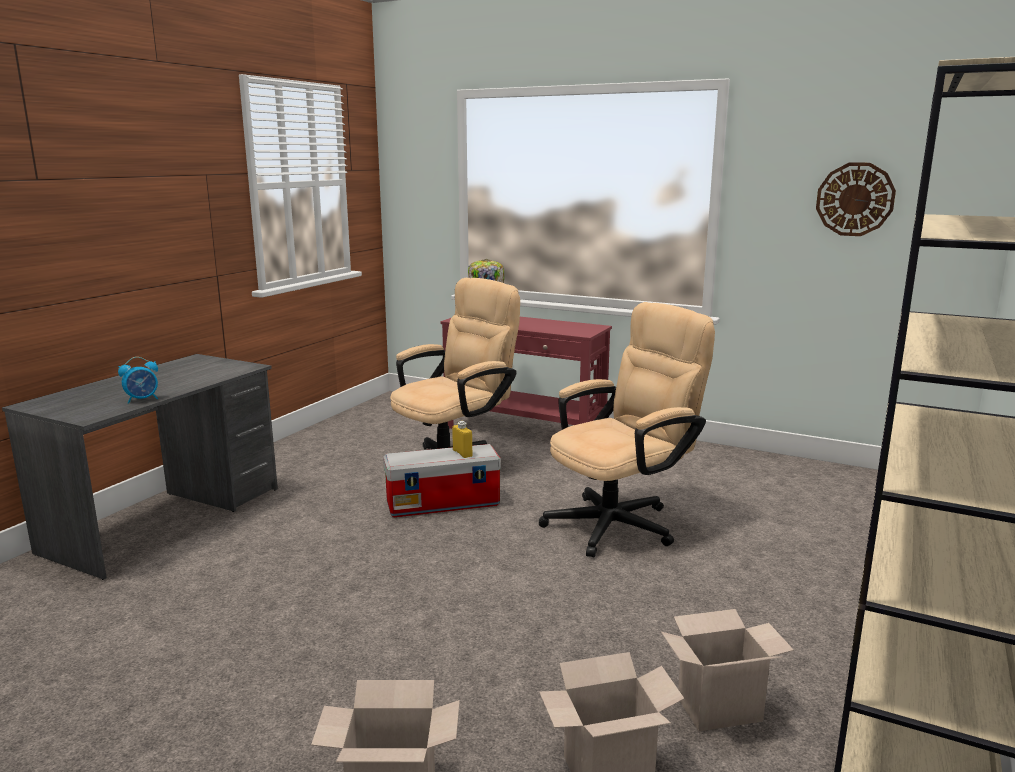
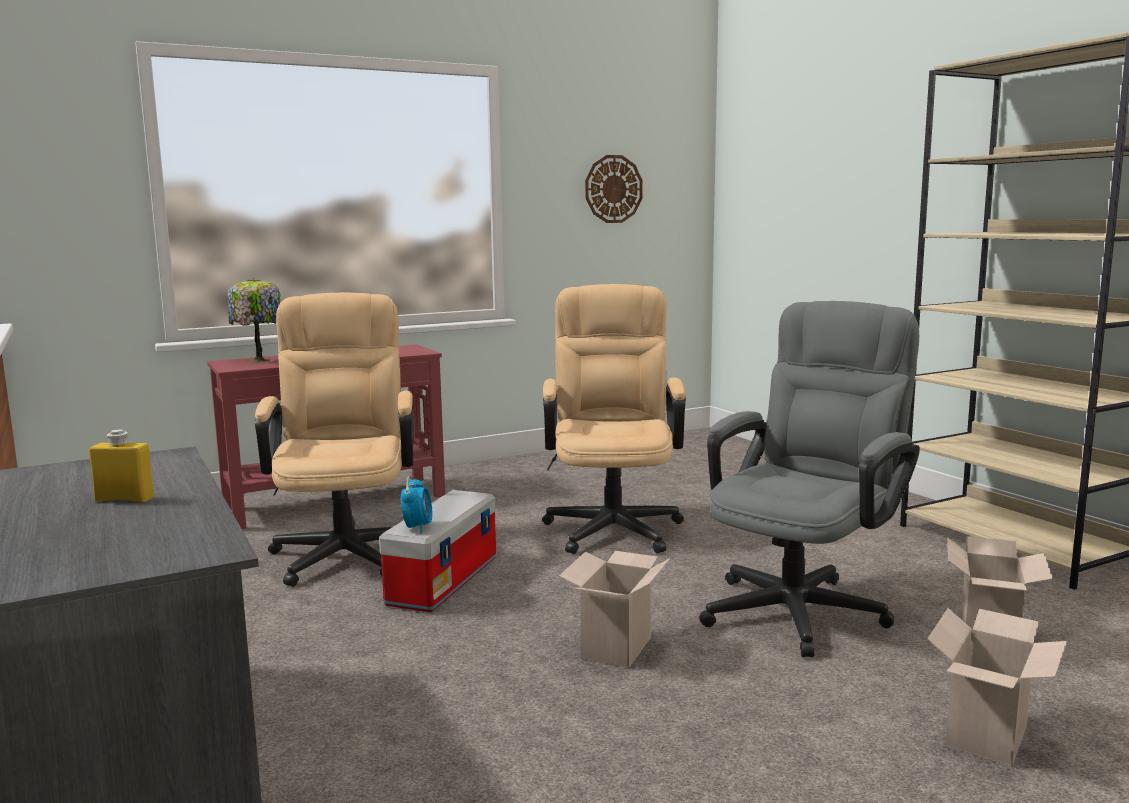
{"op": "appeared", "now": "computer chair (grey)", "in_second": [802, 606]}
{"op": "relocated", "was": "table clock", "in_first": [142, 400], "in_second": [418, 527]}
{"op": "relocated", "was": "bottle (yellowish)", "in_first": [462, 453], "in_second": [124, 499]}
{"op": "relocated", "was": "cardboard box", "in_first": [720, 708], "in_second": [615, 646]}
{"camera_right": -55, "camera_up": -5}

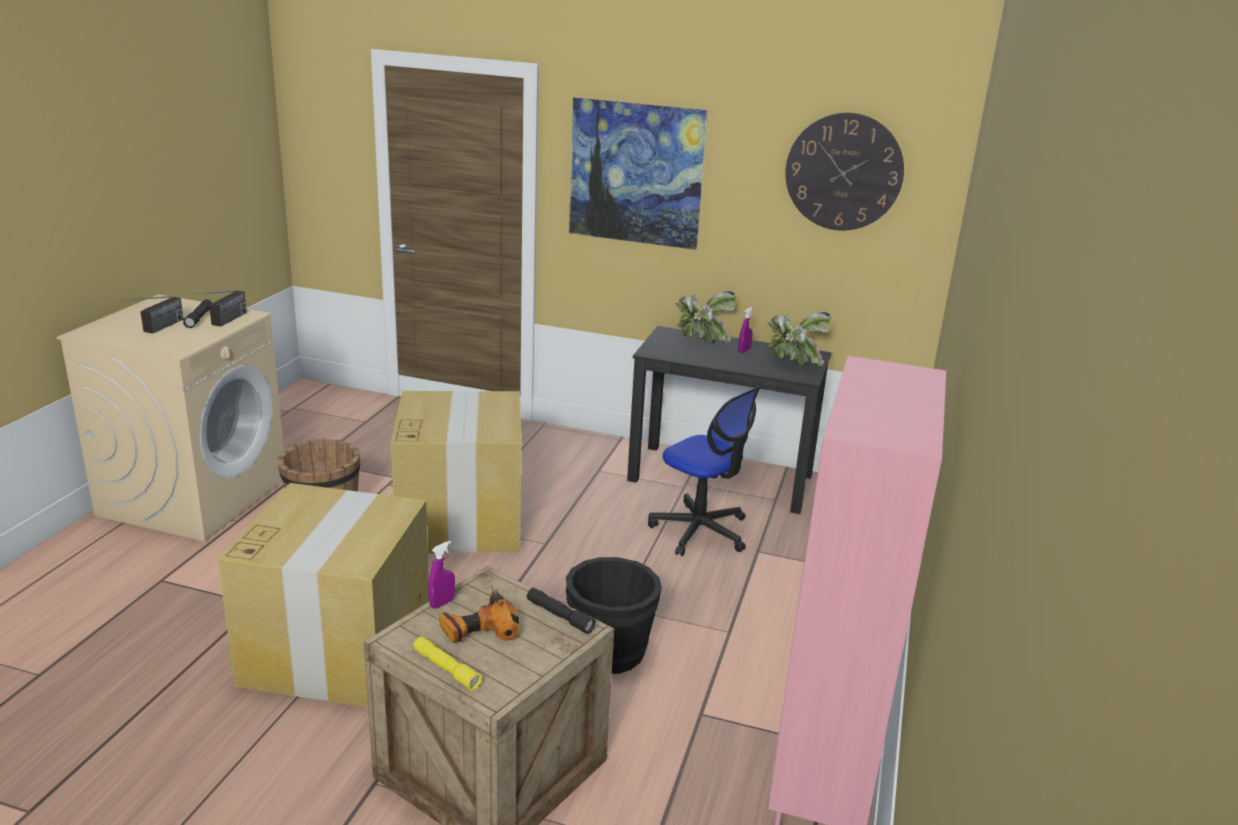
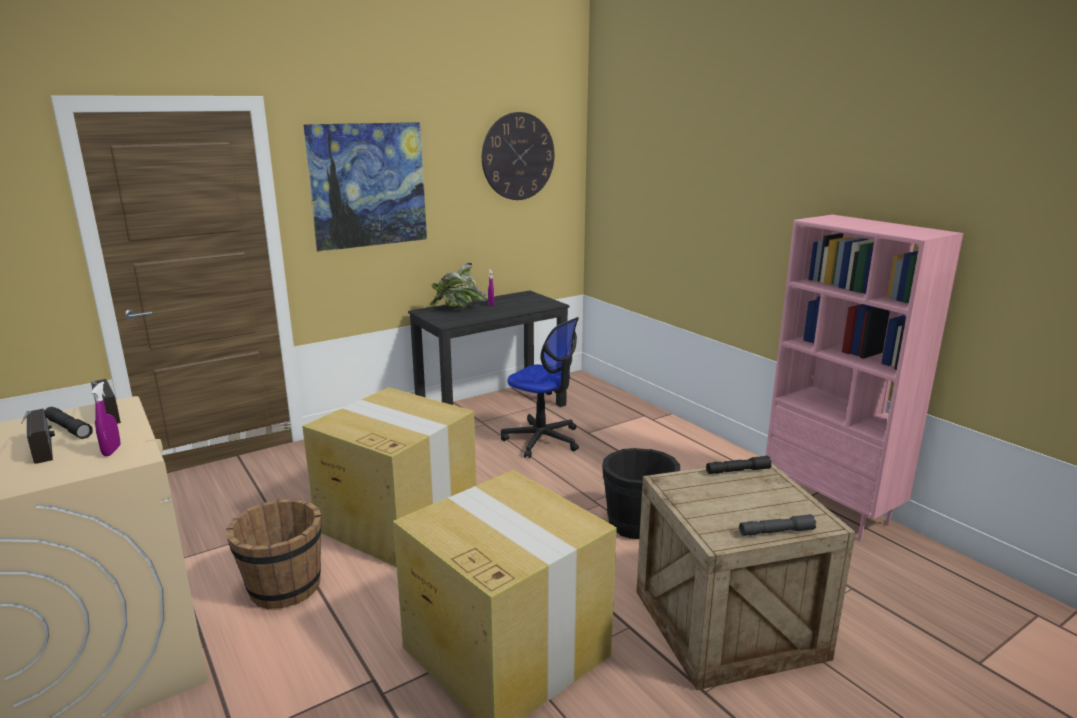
{"op": "missing", "was": "power drill", "in_first": [477, 625]}
{"op": "missing", "was": "plant in a pot", "in_first": [791, 364]}
{"op": "relocated", "was": "spray bottle (purple)", "in_first": [442, 603], "in_second": [111, 451]}
{"op": "colour", "was": "hand torch (yellowish)", "now": "hand torch (grey)", "in_first": [446, 669], "in_second": [776, 532]}
{"op": "spun", "was": "computer chair", "in_first": [700, 531], "in_second": [542, 440], "clockwise": 45}
{"camera_right": -50, "camera_up": -5}

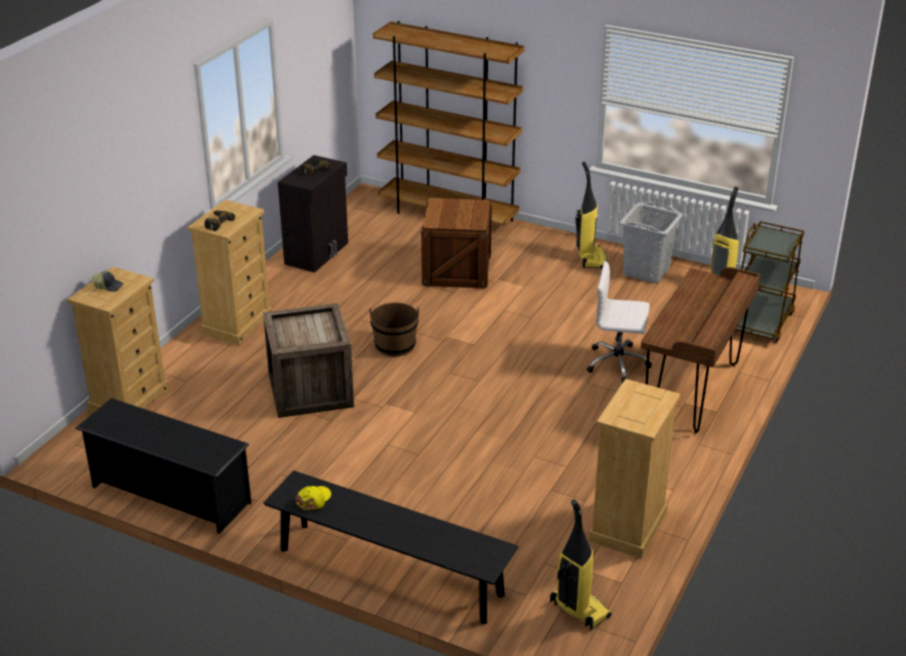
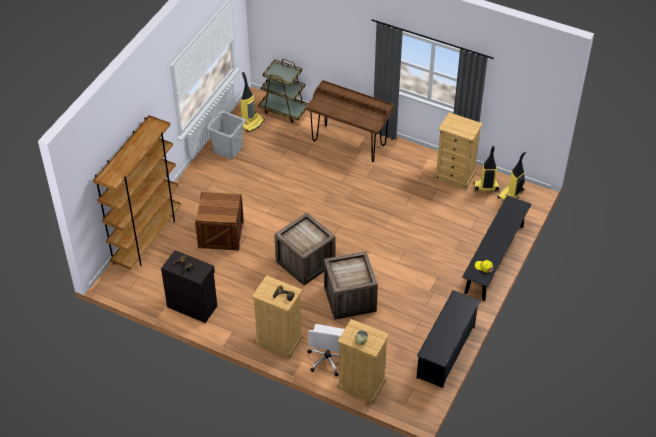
{"op": "relocated", "was": "vacuum", "in_first": [591, 259], "in_second": [485, 187]}
{"op": "relocated", "was": "computer chair (whitish)", "in_first": [618, 363], "in_second": [328, 359]}
{"op": "exchanged", "was": "water bucket (brown-coloured)", "now": "shipping crate", "in_first": [395, 345], "in_second": [304, 262]}
{"camera_right": -90, "camera_up": 15}

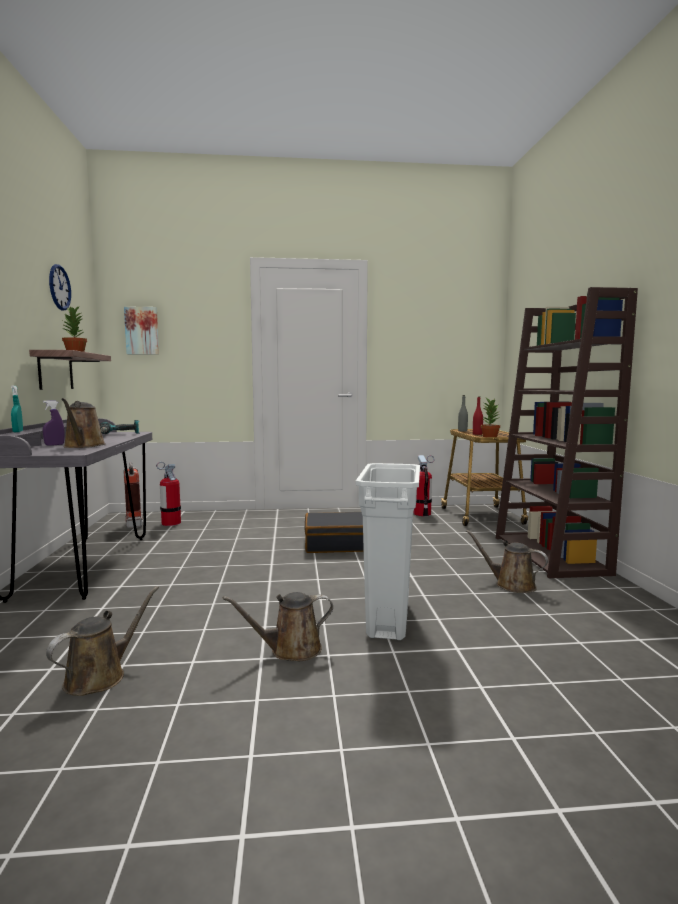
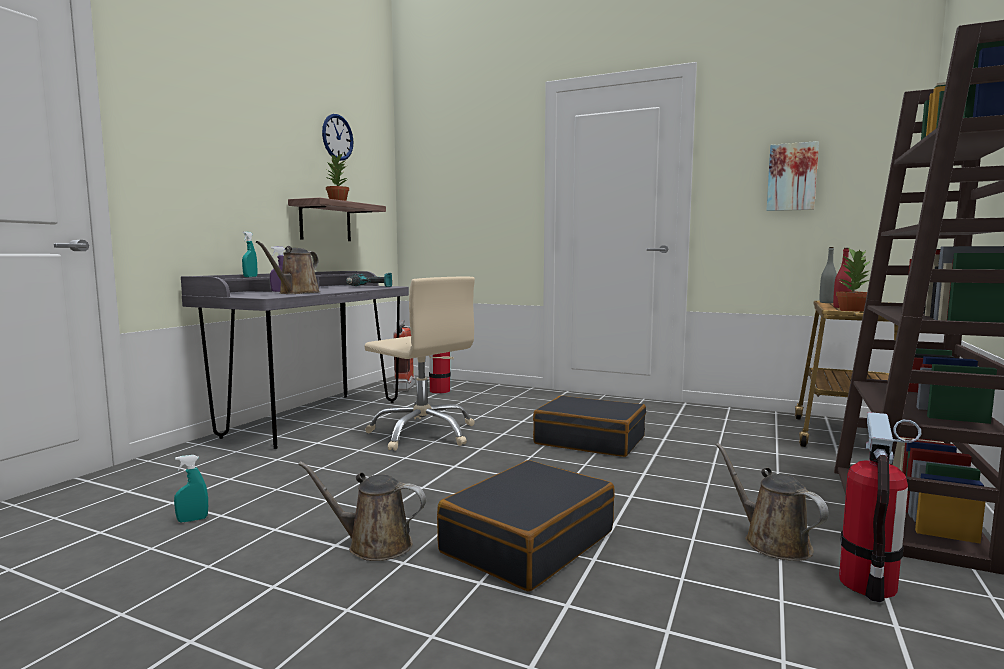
{"op": "appeared", "now": "computer chair (beige)", "in_second": [423, 433]}
{"op": "relocated", "was": "picture", "in_first": [142, 331], "in_second": [792, 177]}
{"op": "relocated", "was": "fire extinguisher", "in_first": [422, 514], "in_second": [868, 584]}
{"op": "exchanged", "was": "sprinkling can (brown-coloured)", "now": "spray bottle (turquoise)", "in_first": [100, 676], "in_second": [192, 520]}
{"op": "exchanged", "was": "trash can (whitish)", "now": "suitcase (black)", "in_first": [388, 619], "in_second": [527, 541]}
{"camera_right": 30, "camera_up": 0}

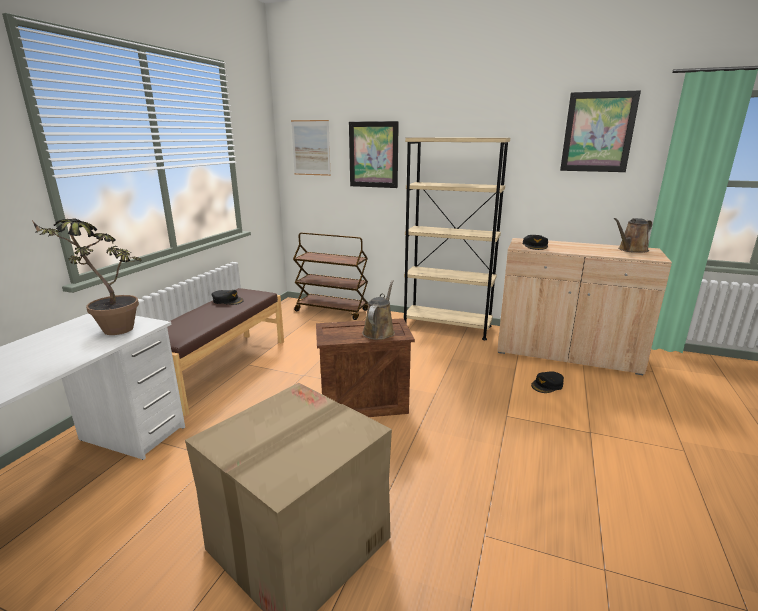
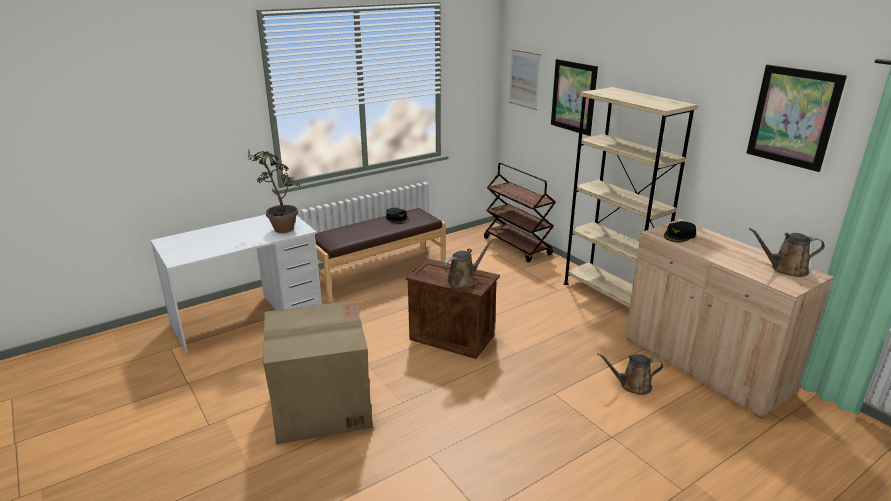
{"op": "exchanged", "was": "peaked cap (black)", "now": "sprinkling can (brown-coloured)", "in_first": [547, 385], "in_second": [632, 385]}
{"camera_right": 35, "camera_up": 5}

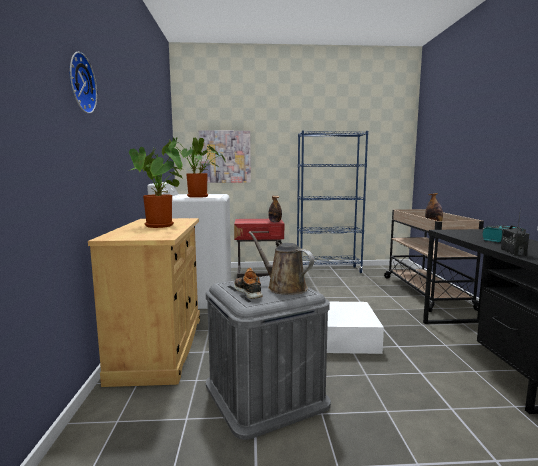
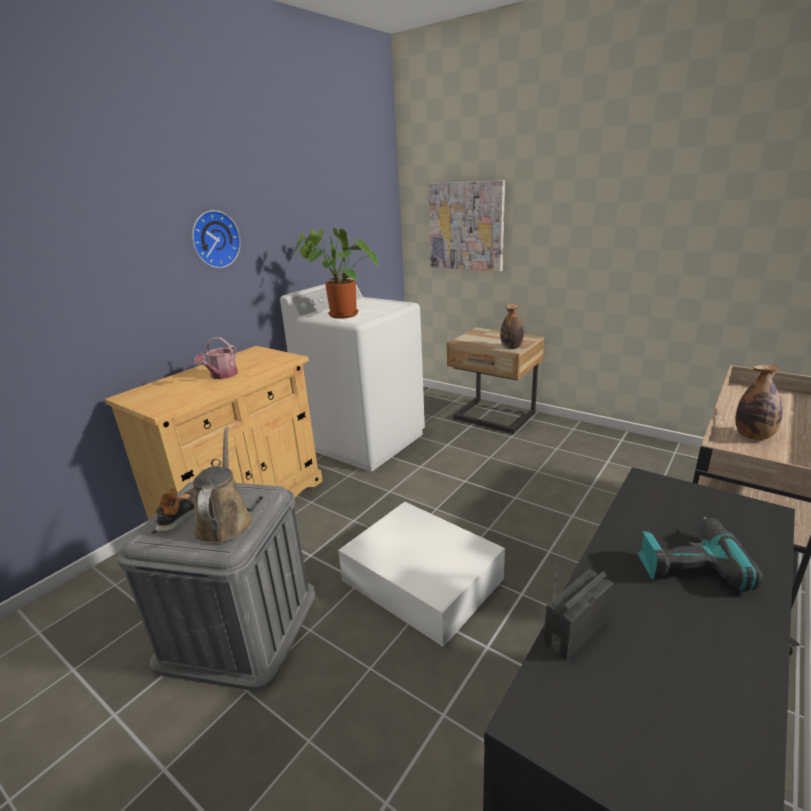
{"op": "missing", "was": "shelving unit (bluish)", "in_first": [328, 270]}
{"op": "relocated", "was": "clock on the wall", "in_first": [79, 83], "in_second": [214, 239]}
{"op": "exchanged", "was": "plant in a pot", "now": "sprinkling can", "in_first": [161, 226], "in_second": [222, 376]}
{"op": "colour", "was": "night table (red)", "now": "night table (beige)", "in_first": [259, 273], "in_second": [493, 418]}
{"camera_right": 40, "camera_up": 15}

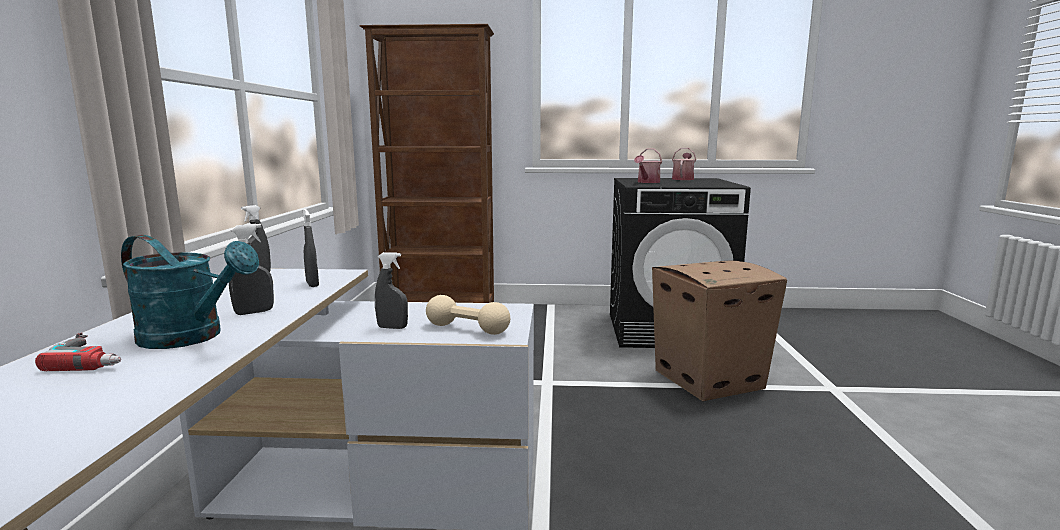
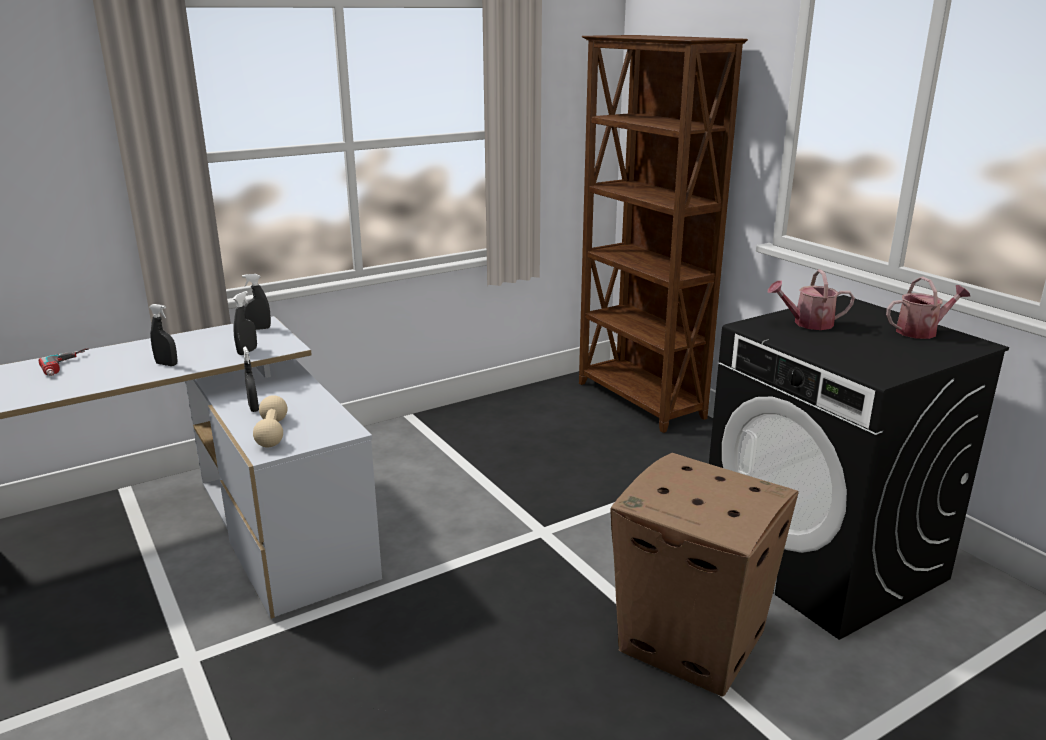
{"op": "missing", "was": "sprinkling can (turquoise)", "in_first": [191, 337]}
{"camera_right": 55, "camera_up": 10}

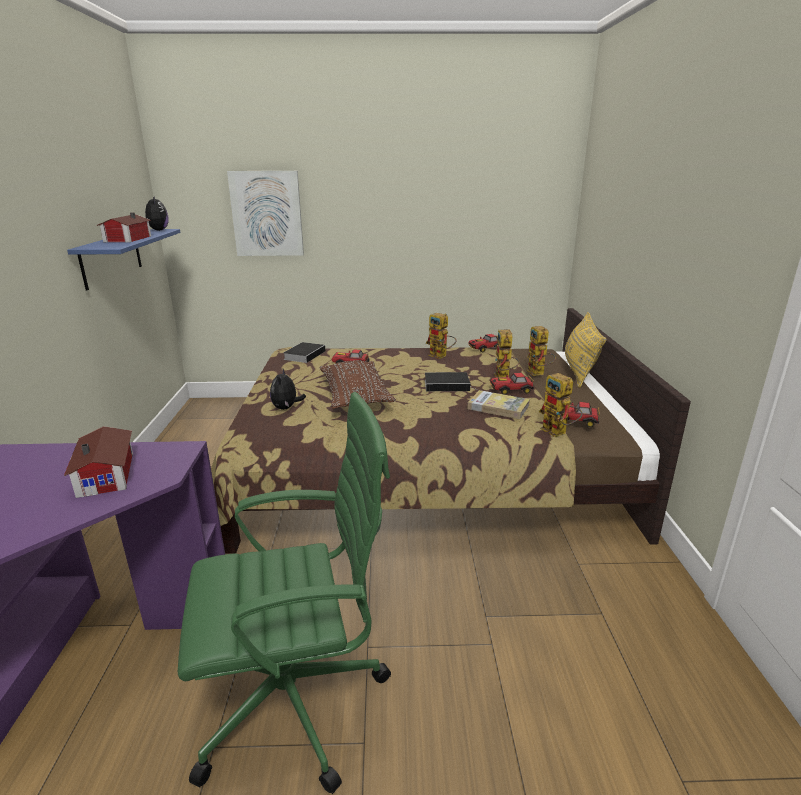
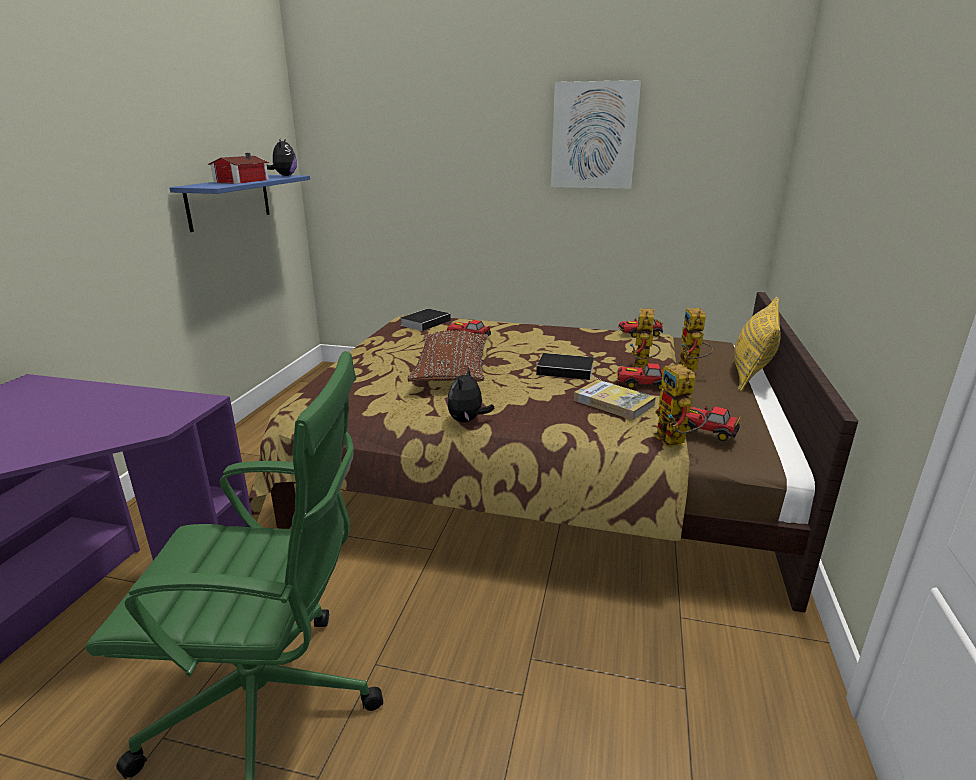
{"op": "missing", "was": "toy house", "in_first": [108, 472]}
{"op": "missing", "was": "model robot", "in_first": [441, 356]}
{"op": "relocated", "was": "picture", "in_first": [267, 214], "in_second": [594, 136]}
{"op": "relocated", "was": "plush toy", "in_first": [286, 408], "in_second": [467, 421]}
{"camera_right": 15, "camera_up": 0}

